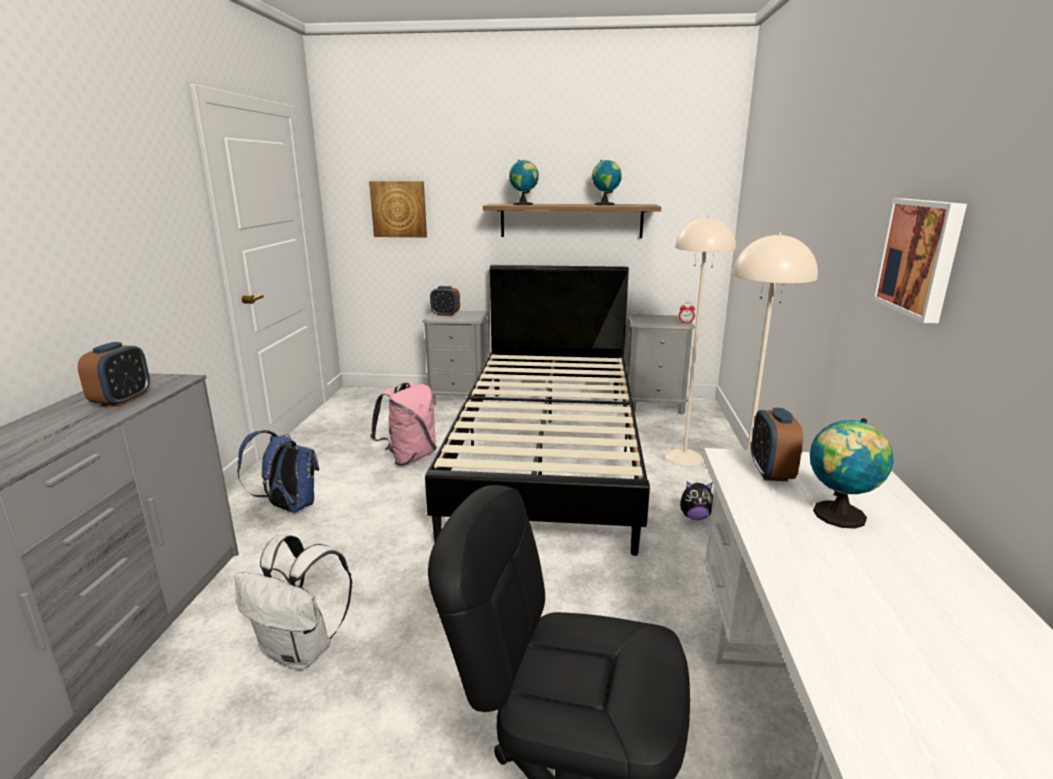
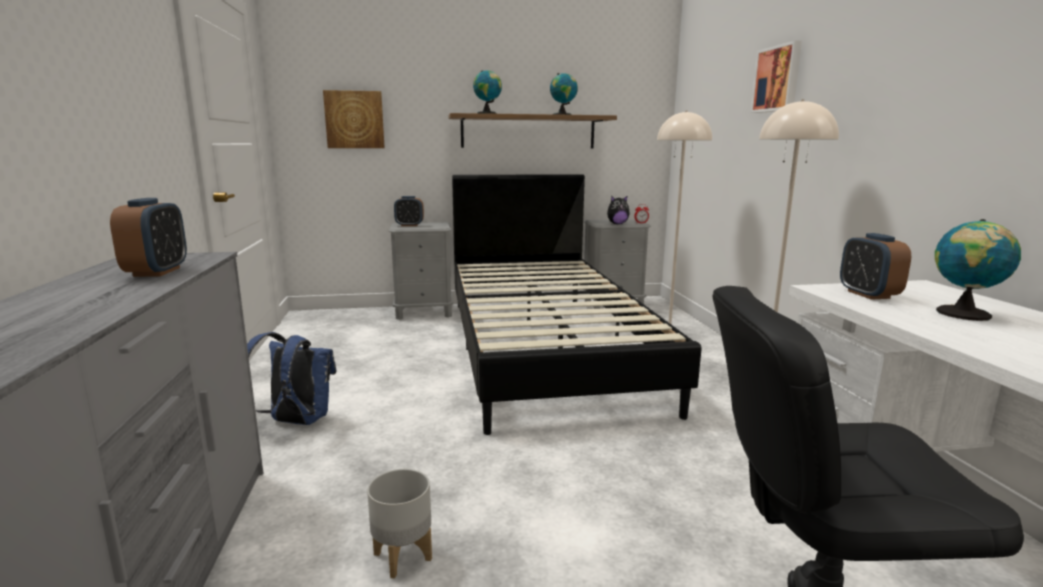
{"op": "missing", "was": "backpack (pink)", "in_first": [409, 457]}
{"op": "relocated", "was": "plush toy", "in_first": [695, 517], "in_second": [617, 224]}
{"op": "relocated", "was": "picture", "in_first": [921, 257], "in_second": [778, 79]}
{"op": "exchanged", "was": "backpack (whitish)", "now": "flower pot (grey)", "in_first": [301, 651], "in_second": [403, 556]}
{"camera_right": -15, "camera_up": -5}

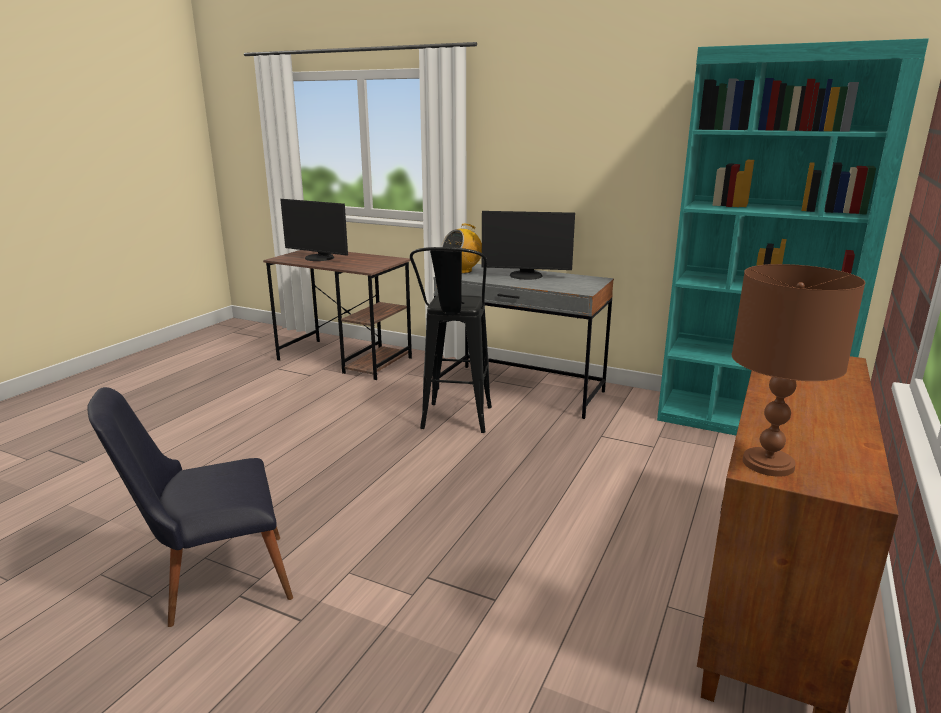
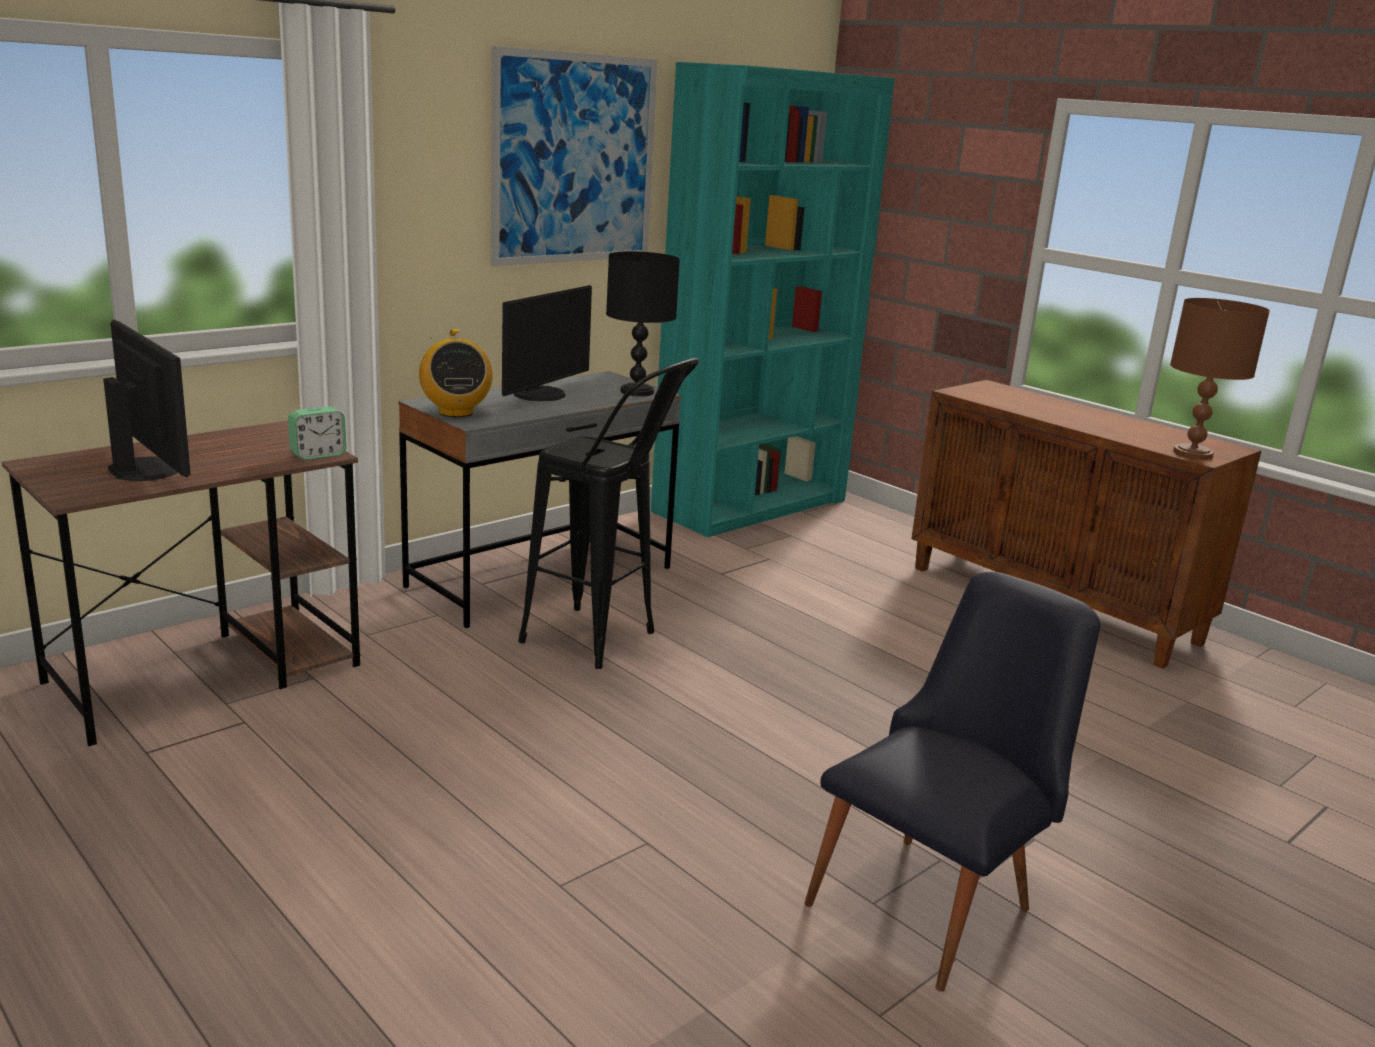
{"op": "appeared", "now": "table clock", "in_second": [318, 455]}
{"op": "appeared", "now": "picture", "in_second": [575, 159]}
{"op": "appeared", "now": "tabletop lamp (black)", "in_second": [637, 392]}
{"op": "spun", "was": "chair (black)", "in_first": [213, 581], "in_second": [936, 899], "clockwise": -135}
{"op": "spun", "was": "monitor", "in_first": [318, 258], "in_second": [148, 469], "clockwise": -90}
{"camera_right": -70, "camera_up": 0}

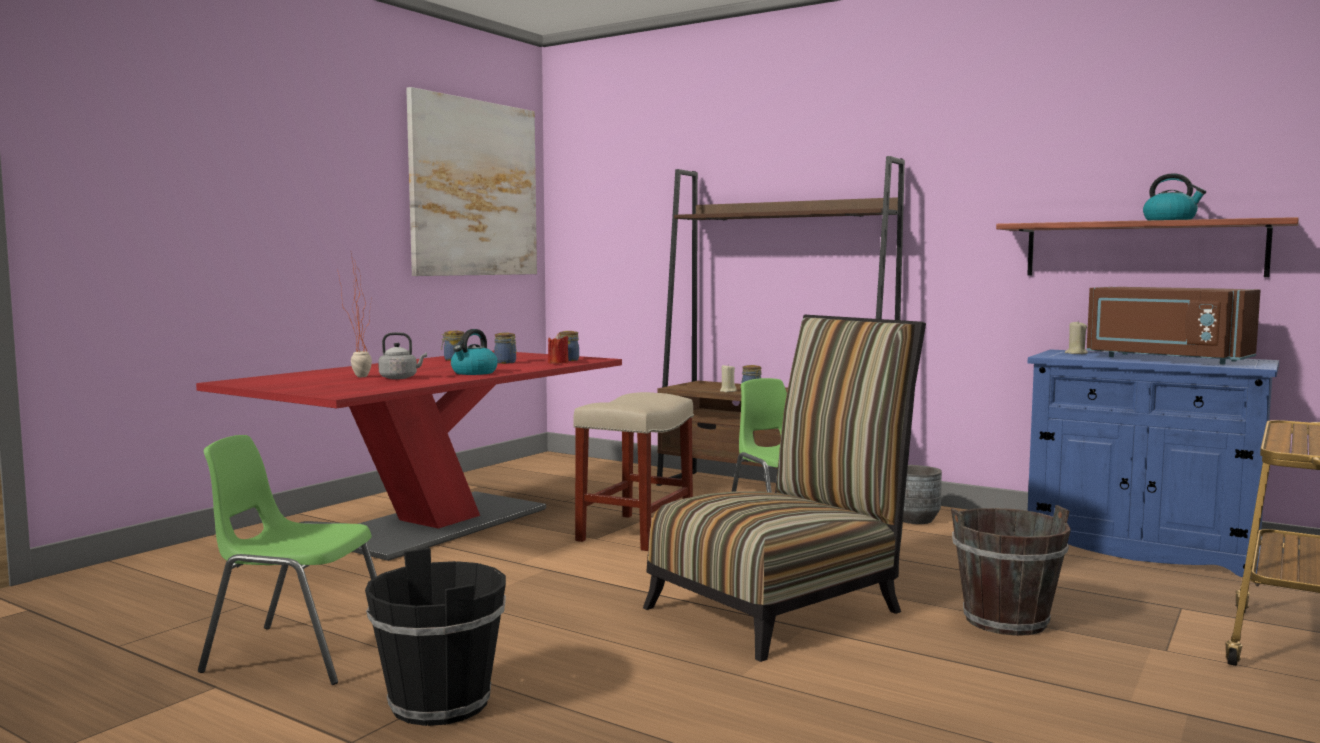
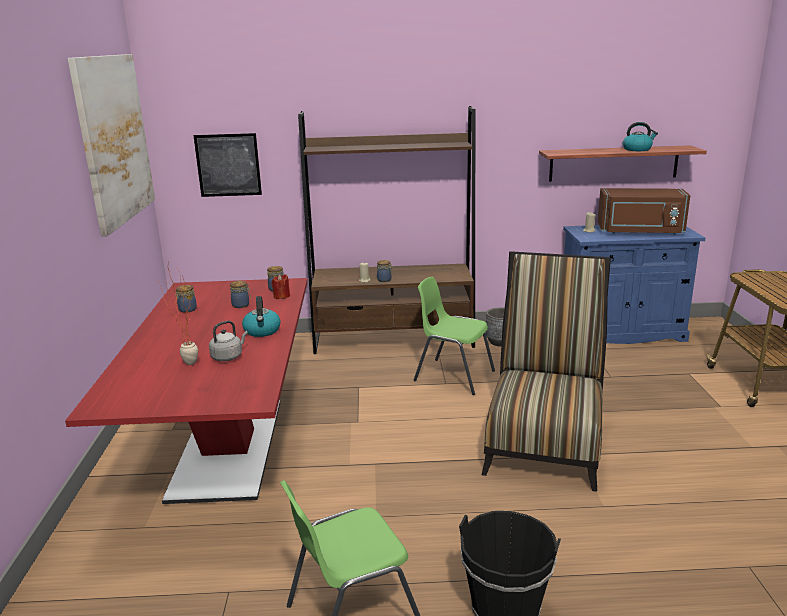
{"op": "missing", "was": "stool seat (beige)", "in_first": [635, 532]}
{"op": "missing", "was": "water bucket (brown-coloured)", "in_first": [1005, 621]}
{"op": "appeared", "now": "picture", "in_second": [228, 165]}
{"camera_right": -35, "camera_up": 15}

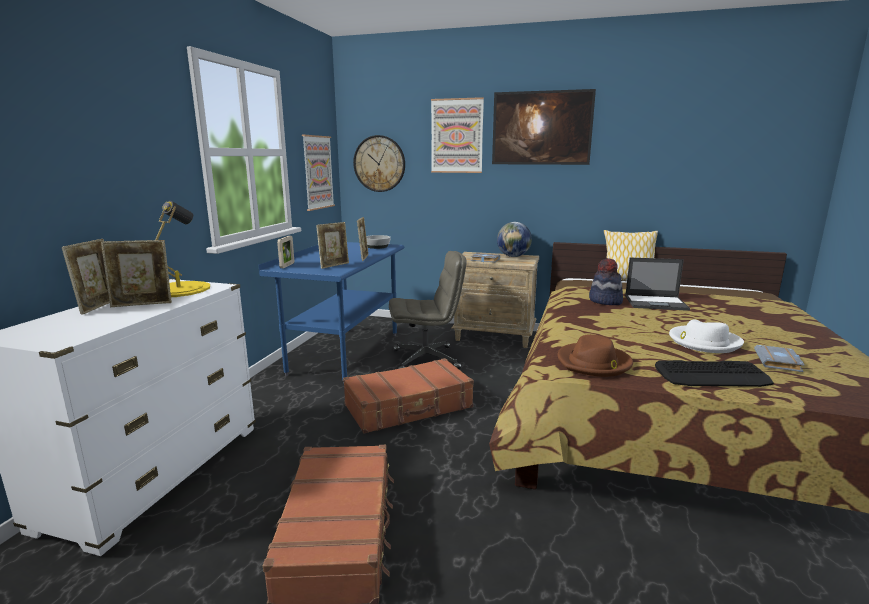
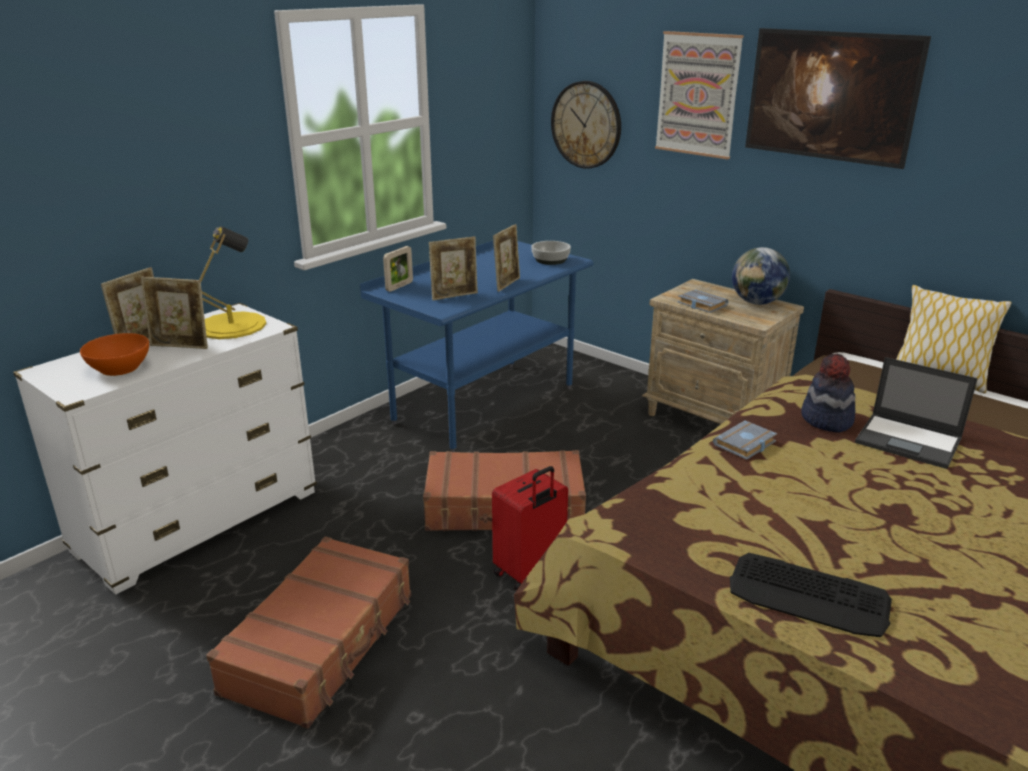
{"op": "missing", "was": "picture", "in_first": [317, 172]}
{"op": "missing", "was": "computer chair (grey)", "in_first": [426, 359]}
{"op": "missing", "was": "wearable hat (brown-coloured)", "in_first": [594, 363]}
{"op": "missing", "was": "wearable hat (whitish)", "in_first": [703, 342]}
{"op": "appeared", "now": "deep dish (orange)", "in_second": [119, 368]}
{"op": "appeared", "now": "suitcase (red)", "in_second": [529, 572]}
{"op": "relocated", "was": "volume (grey)", "in_first": [779, 362], "in_second": [745, 445]}
{"camera_right": 25, "camera_up": 10}

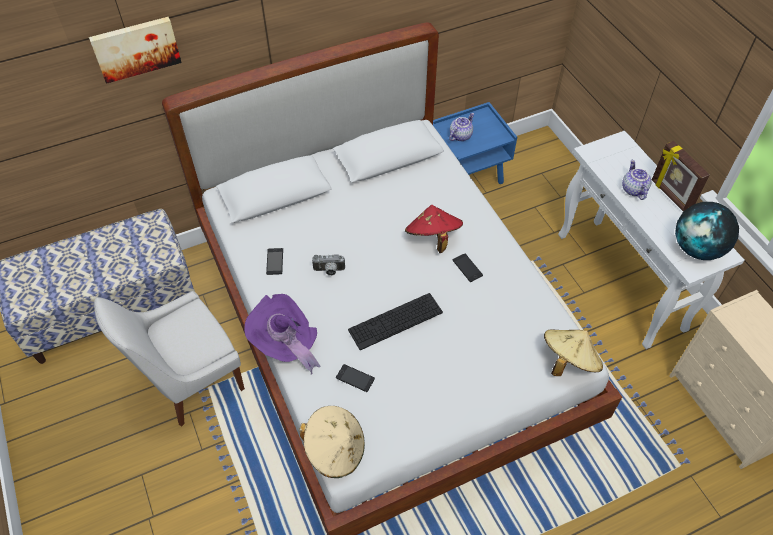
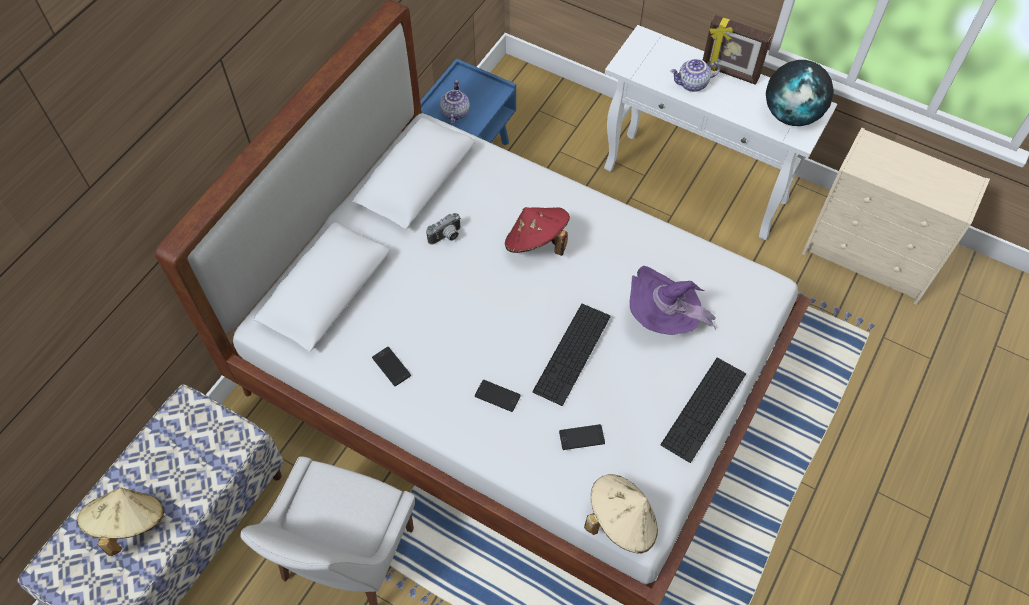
{"op": "missing", "was": "picture", "in_first": [136, 48]}
{"op": "appeared", "now": "computer keyboard", "in_second": [703, 409]}
{"op": "relocated", "was": "wearable hat (purple)", "in_first": [285, 344], "in_second": [664, 317]}
{"op": "relocated", "was": "photo camera", "in_first": [329, 271], "in_second": [446, 237]}
{"op": "relocated", "was": "handset", "in_first": [467, 268], "in_second": [497, 396]}
{"op": "relocated", "was": "wearable hat (beige)", "in_first": [568, 360], "in_second": [129, 523]}
{"op": "spun", "was": "tea pot", "in_first": [633, 189], "in_second": [692, 84], "clockwise": -60}
{"camera_right": -35, "camera_up": 5}

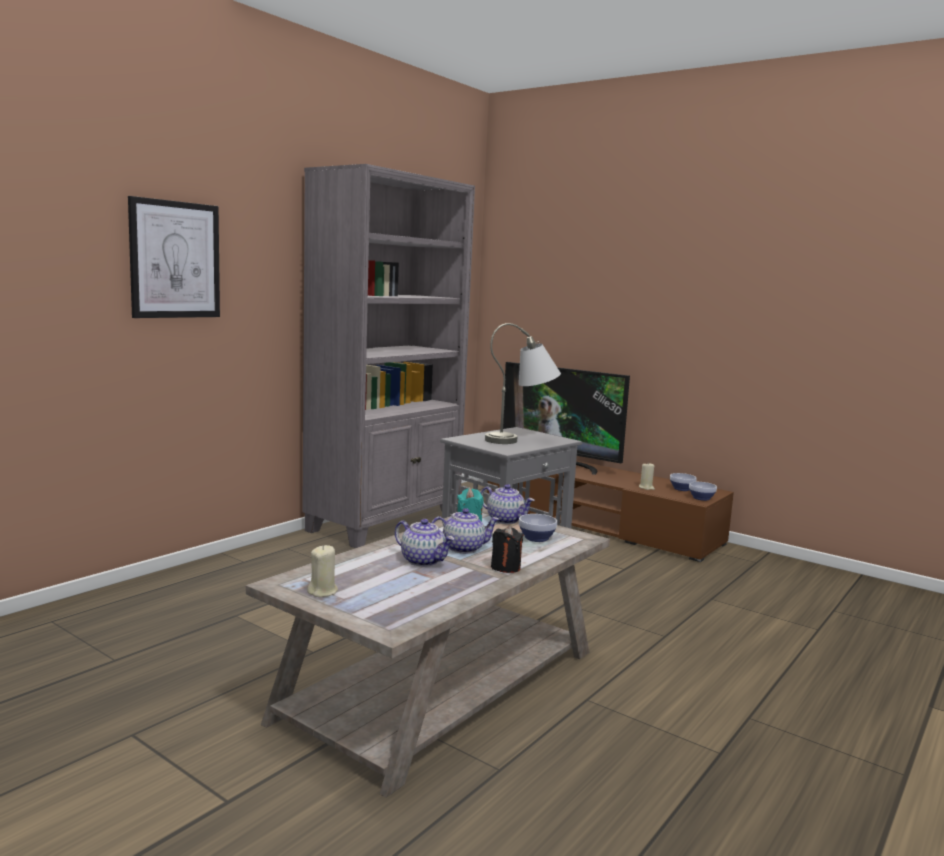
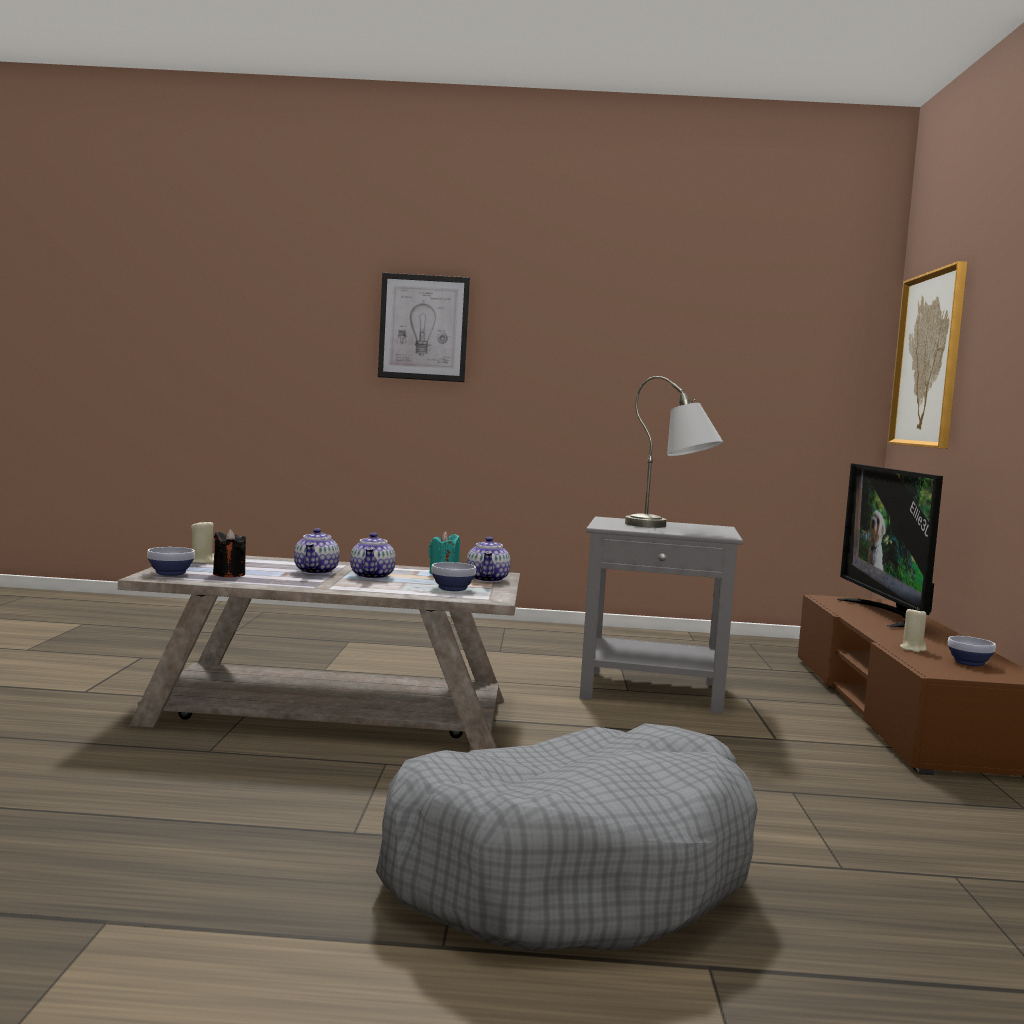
{"op": "missing", "was": "shelving unit (grey)", "in_first": [385, 522]}
{"op": "appeared", "now": "pet bed (grey)", "in_second": [570, 873]}
{"op": "appeared", "now": "picture", "in_second": [928, 360]}
{"op": "relocated", "was": "wax candle (black)", "in_first": [505, 567], "in_second": [229, 574]}
{"op": "relocated", "was": "deep dish", "in_first": [700, 498], "in_second": [170, 573]}
{"op": "spun", "was": "tea pot", "in_first": [463, 548], "in_second": [372, 576], "clockwise": 45}
{"camera_right": 55, "camera_up": -5}

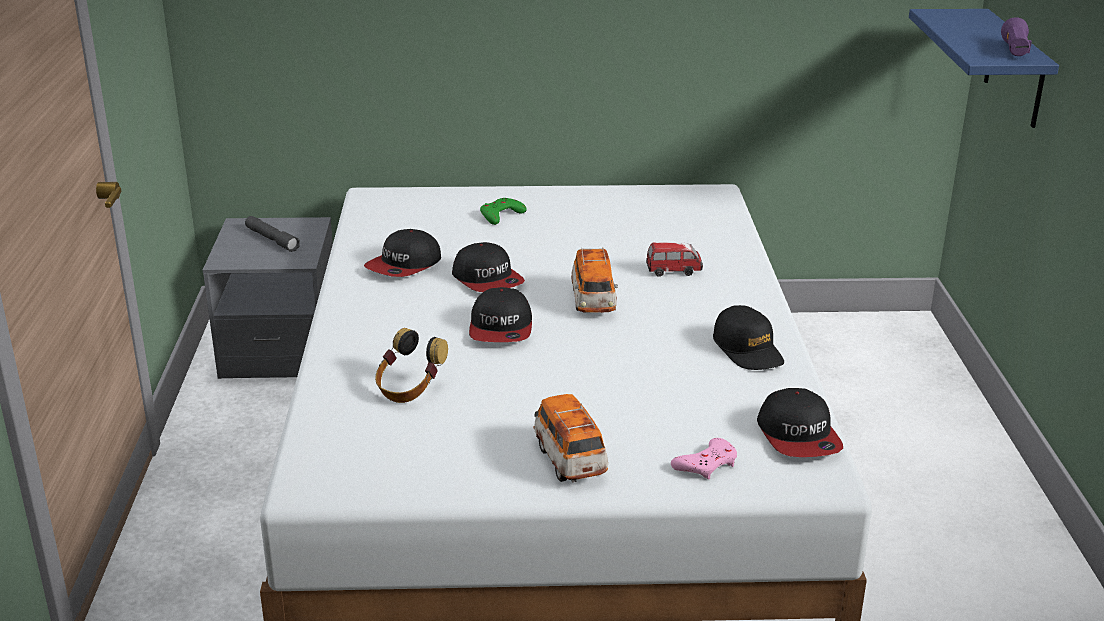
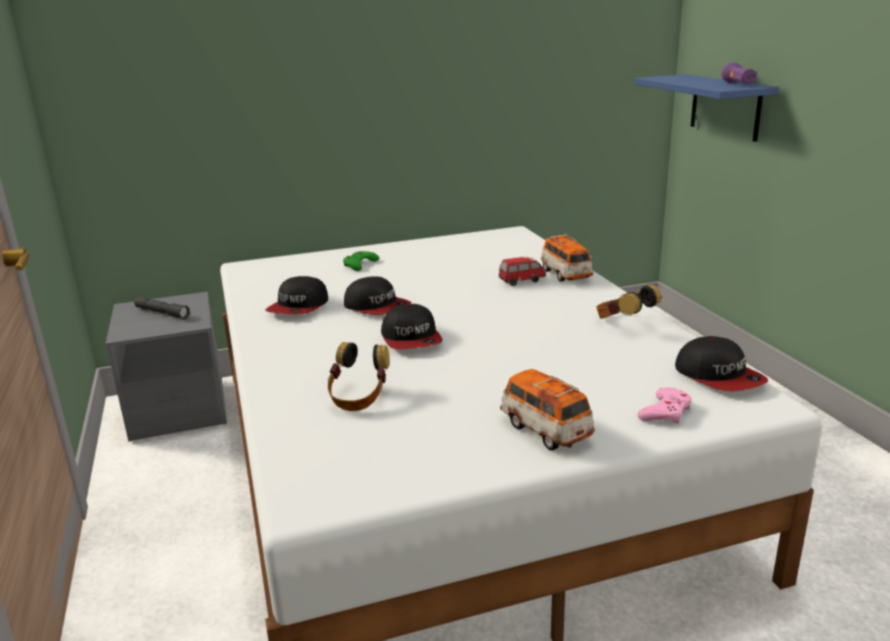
{"op": "relocated", "was": "toy car", "in_first": [593, 301], "in_second": [565, 275]}
{"op": "exchanged", "was": "peaked cap (black)", "now": "headphones", "in_first": [748, 350], "in_second": [623, 323]}
{"camera_right": -15, "camera_up": -5}

